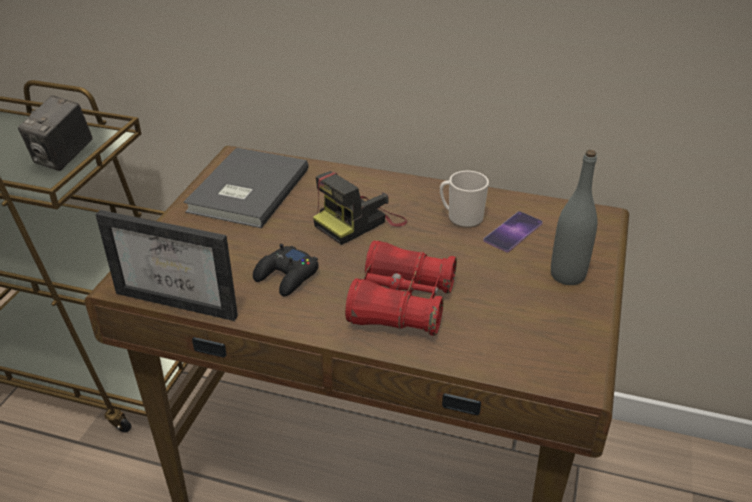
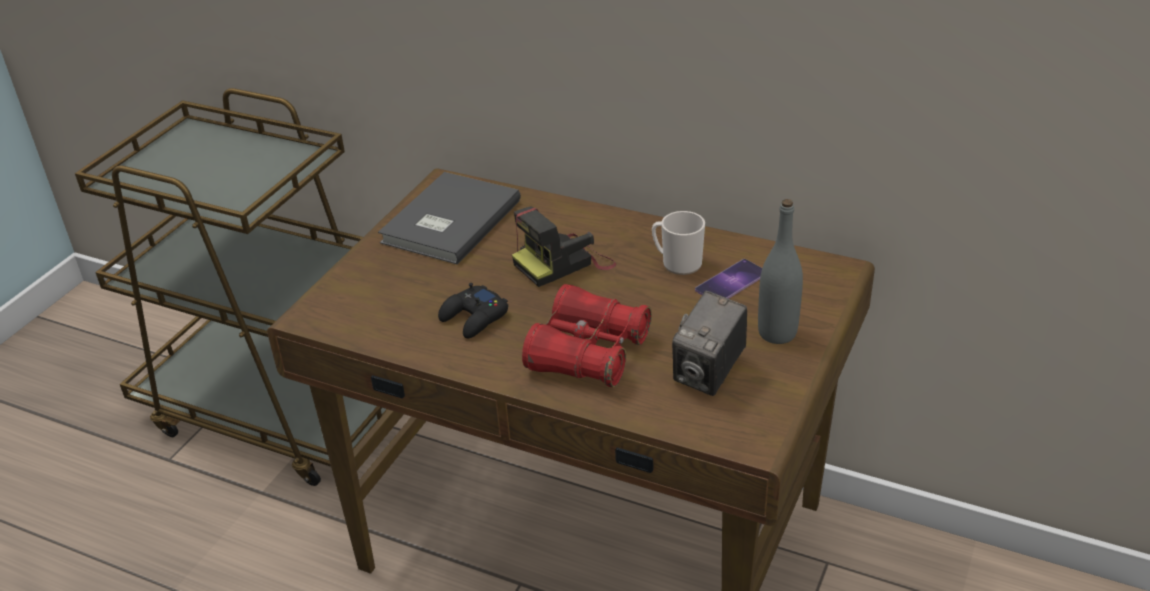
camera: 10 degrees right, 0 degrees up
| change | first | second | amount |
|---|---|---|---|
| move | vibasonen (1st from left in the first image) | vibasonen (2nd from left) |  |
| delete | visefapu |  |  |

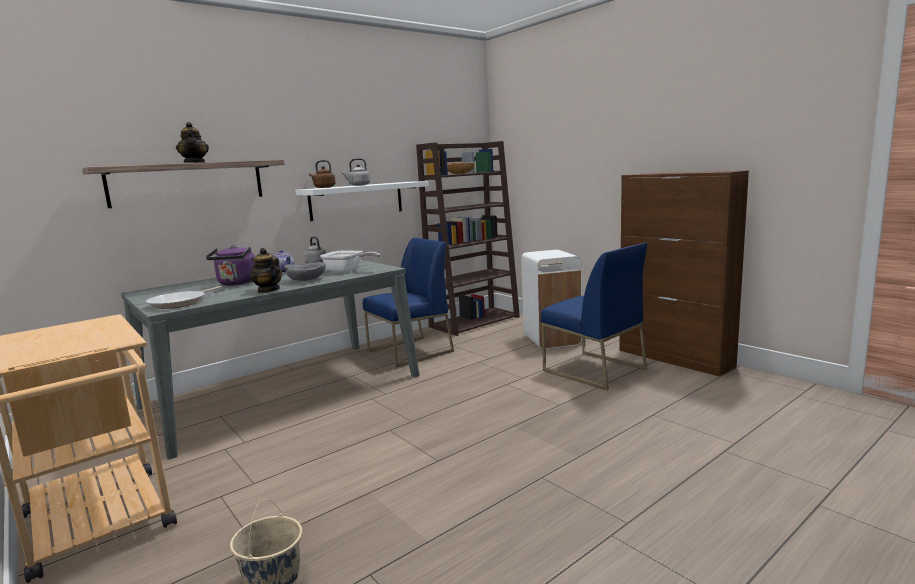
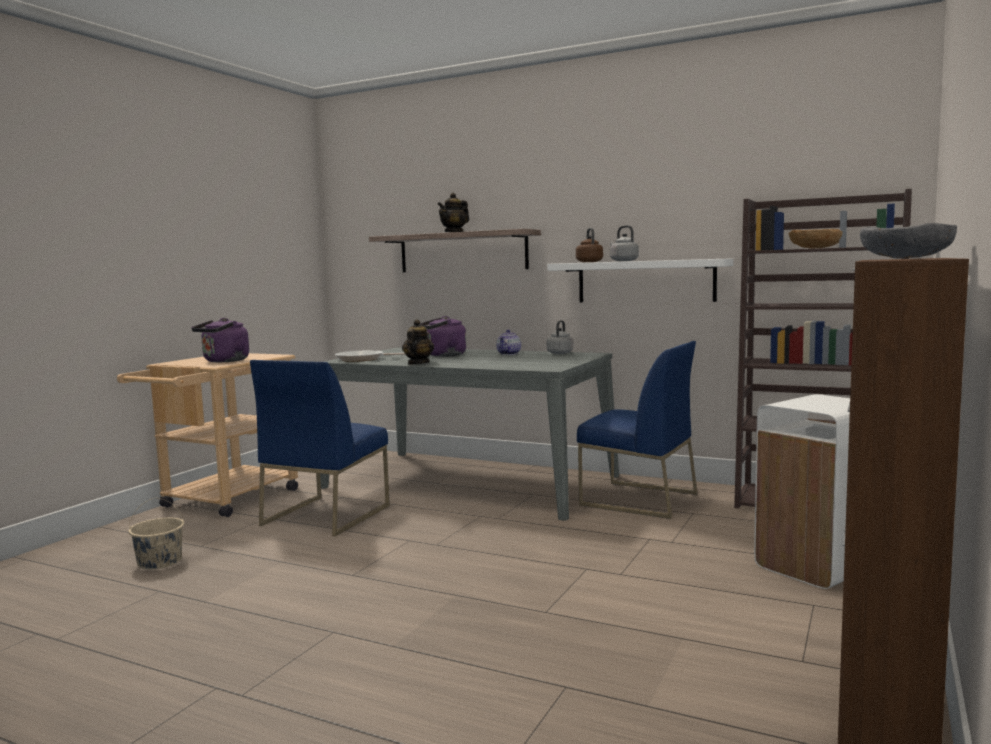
camera: 65 degrees right, 5 degrees down
| change | first | second | amount |
|---|---|---|---|
| move | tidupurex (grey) |  |  |
| delete | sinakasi (2nd from left) |  |  |
| move | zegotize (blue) (2nd from left in the first image) | zegotize (blue) (1st from left) |  |
| insert |  | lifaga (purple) (1st from left) |  |

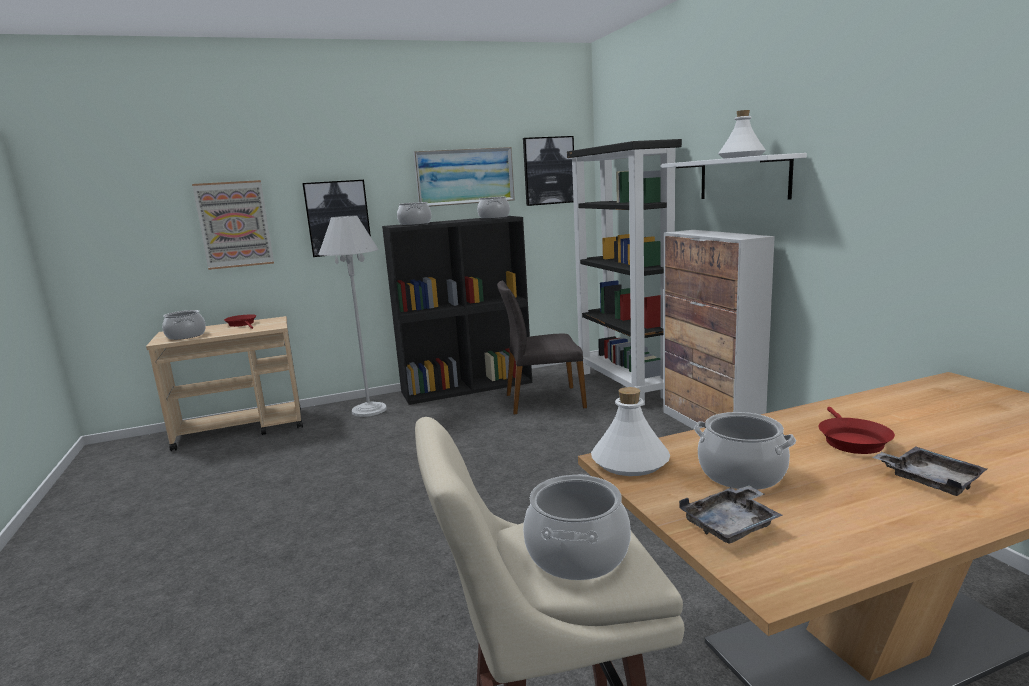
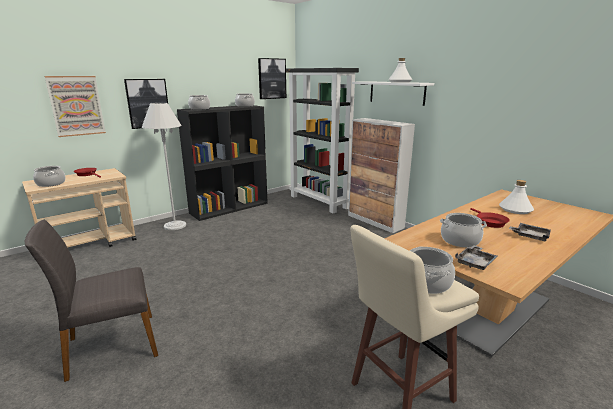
camera: 20 degrees left, 5 degrees up
| change | first | second | amount |
|---|---|---|---|
| delete | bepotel (3rd from left) |  |  |
| move | zegotize (grey) |  |  |
| move | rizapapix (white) (1st from left in the first image) | rizapapix (white) (2nd from left) |  |

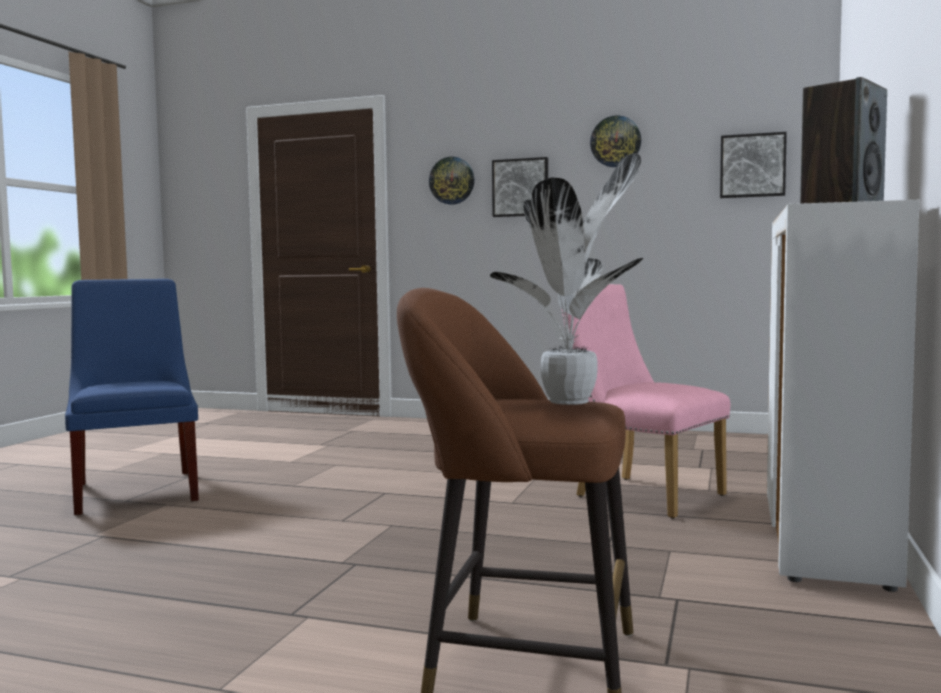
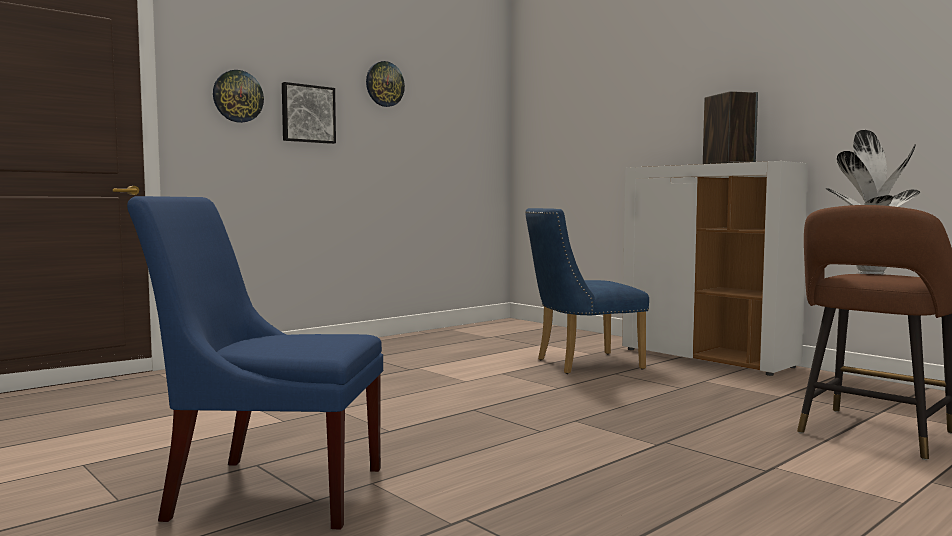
camera: 60 degrees left, 0 degrees up
| change | first | second | amount |
|---|---|---|---|
| recolor | zegotize (pink) | zegotize (blue) (2nd from left) |  |
| delete | bepotel (2nd from left) |  |  |

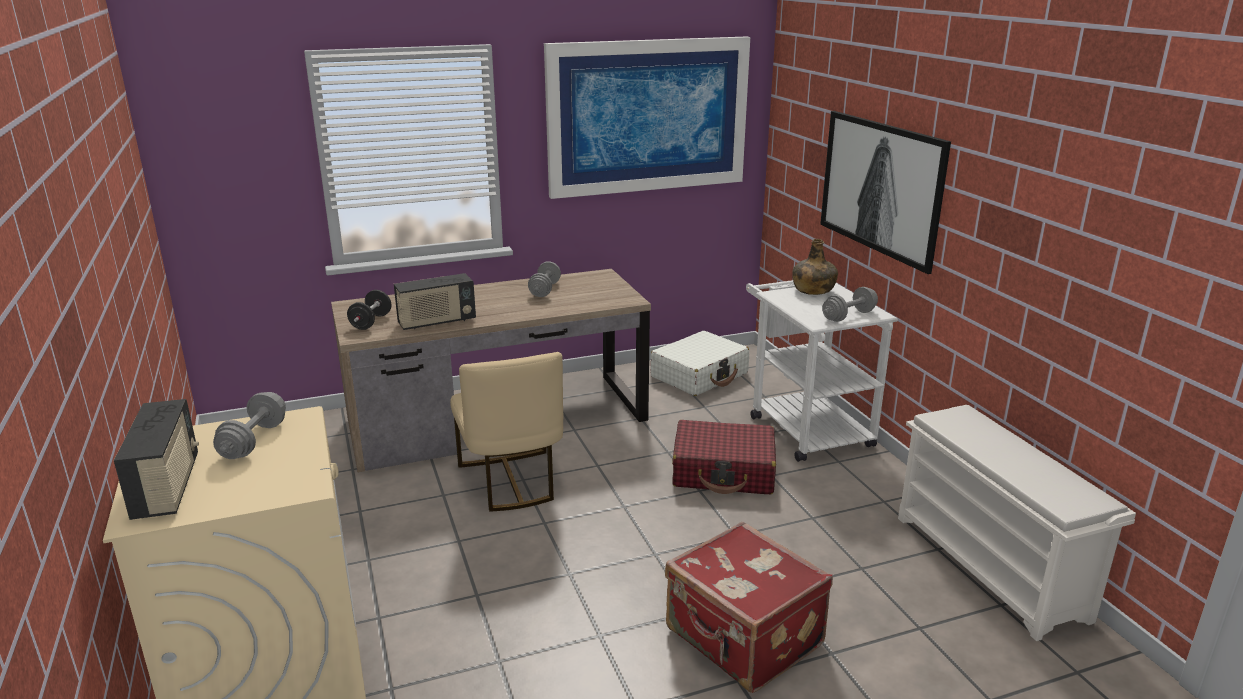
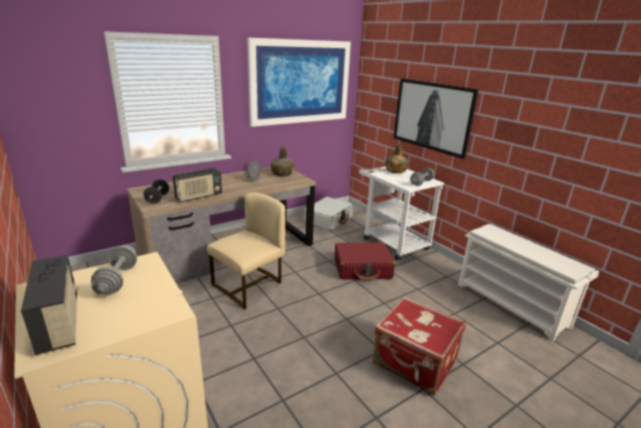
camera: 15 degrees left, 0 degrees up
| change | first | second | amount |
|---|---|---|---|
| rotate | zegotize (beige) |  | 105 degrees counterclockwise |
| insert |  | rizapapix (green) (1st from left) |  |

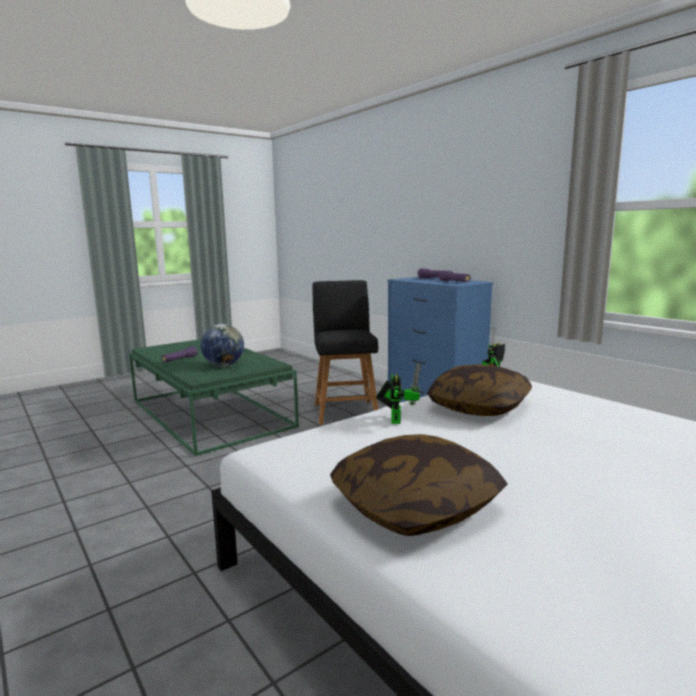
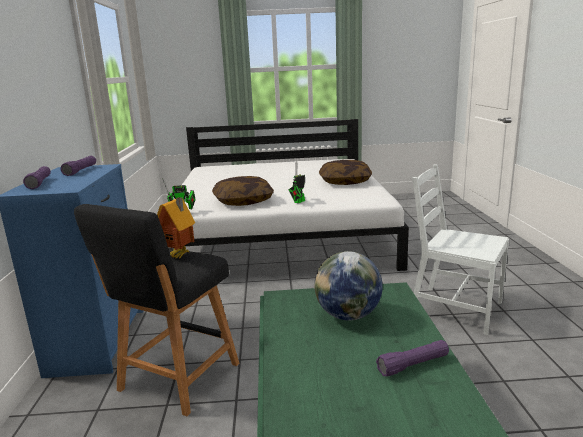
camera: 145 degrees left, 5 degrees up
| change | first | second | amount |
|---|---|---|---|
| insert |  | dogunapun |  |
| insert |  | zegotize (white) |  |

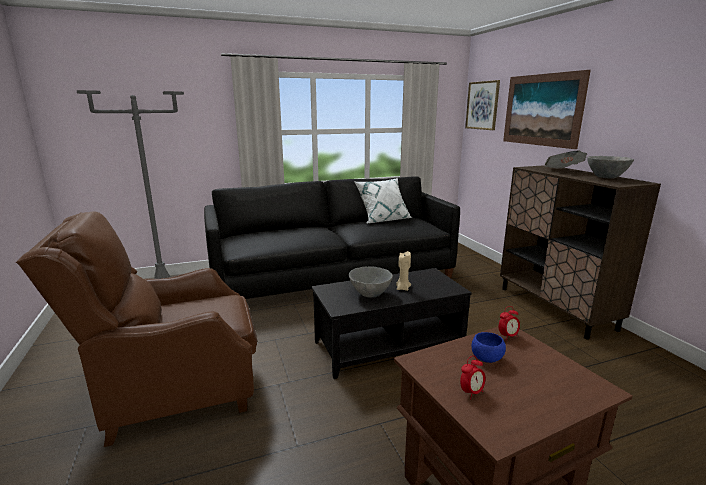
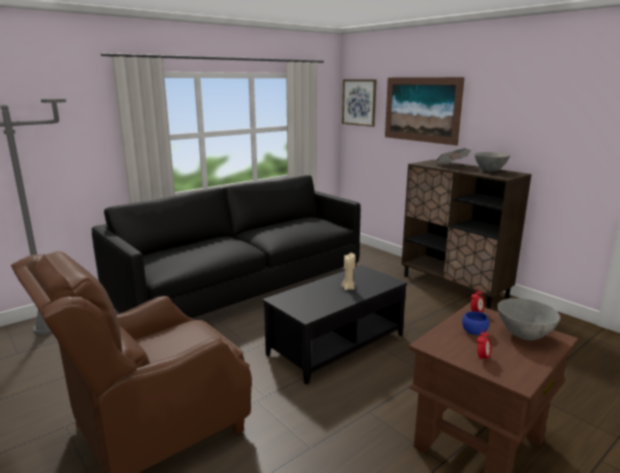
camera: 20 degrees left, 0 degrees up
| change | first | second | amount |
|---|---|---|---|
| move | tidupurex (grey) (1st from left in the first image) | tidupurex (grey) (2nd from left) |  |
| delete | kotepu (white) |  |  |

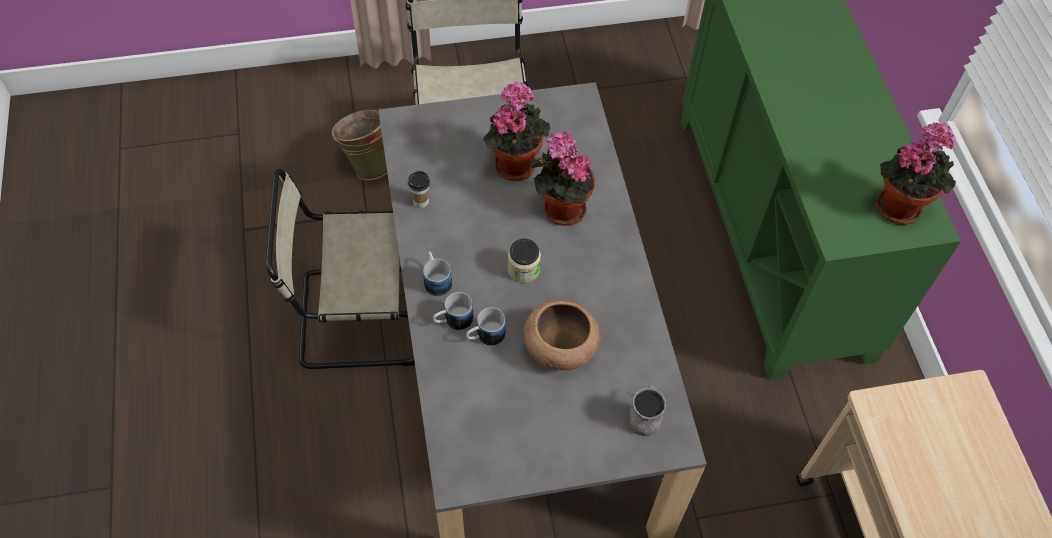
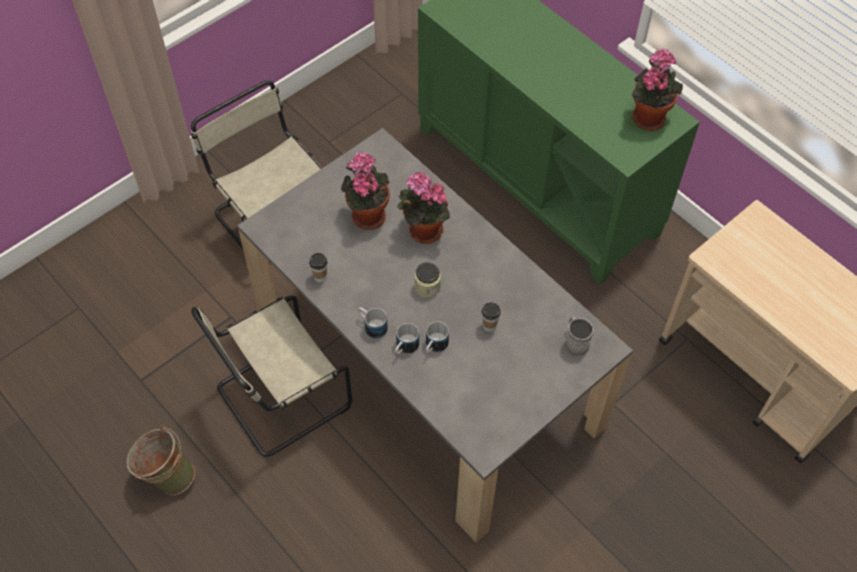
camera: 30 degrees left, 0 degrees up
| change | first | second | amount |
|---|---|---|---|
| move | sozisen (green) |  |  |
| replace | tidupurex (brown) | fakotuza (2nd from left) |  |

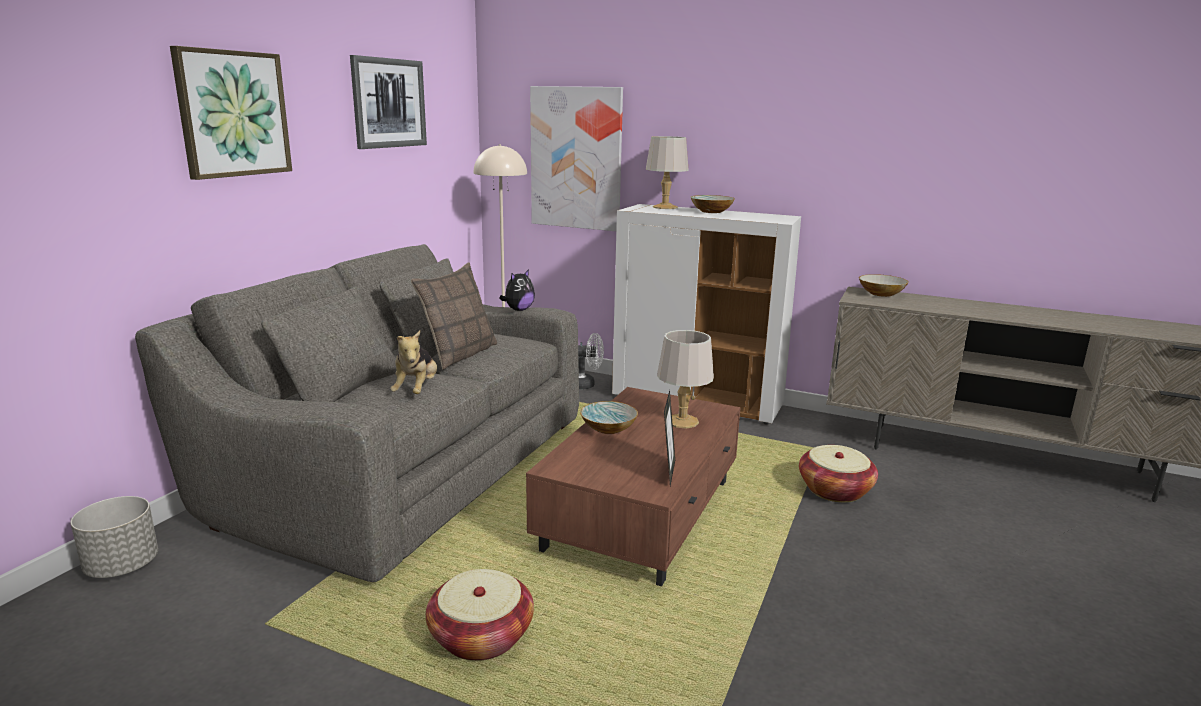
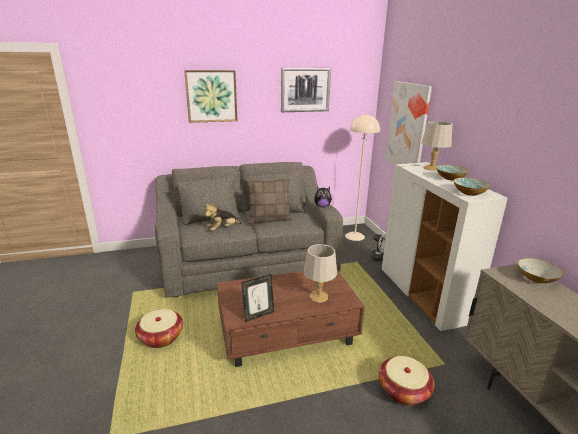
camera: 50 degrees right, 5 degrees up
| change | first | second | amount |
|---|---|---|---|
| delete | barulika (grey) |  |  |
| move | tidupurex (1st from left in the first image) | tidupurex (2nd from left) |  |

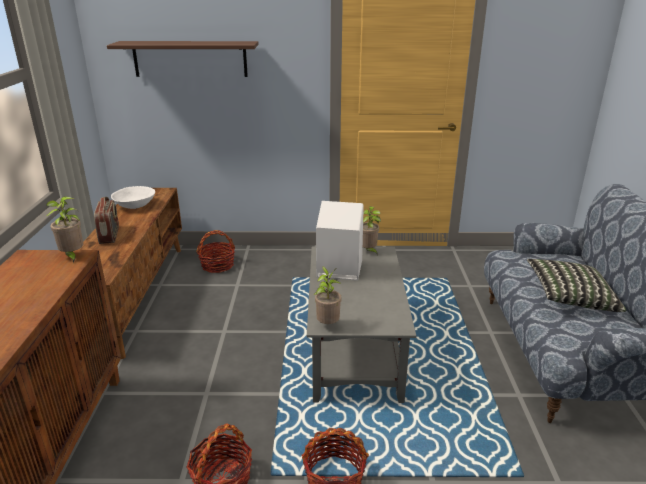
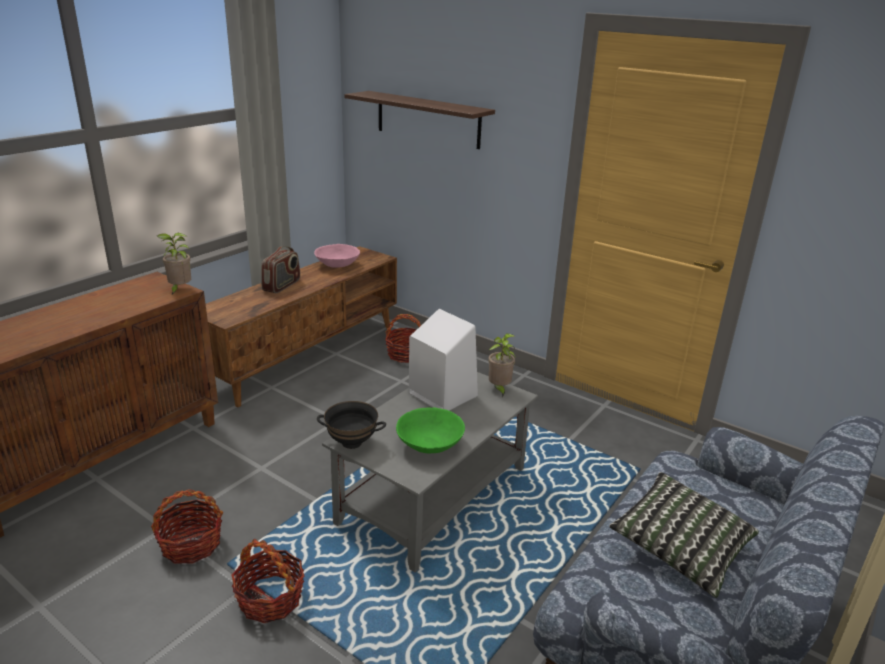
camera: 35 degrees right, 0 degrees up
| change | first | second | amount |
|---|---|---|---|
| recolor | tidupurex (white) | tidupurex (pink) |  |
| replace | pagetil (2nd from left) | tidupurex (black) |  |
| insert |  | tidupurex (green) |  |

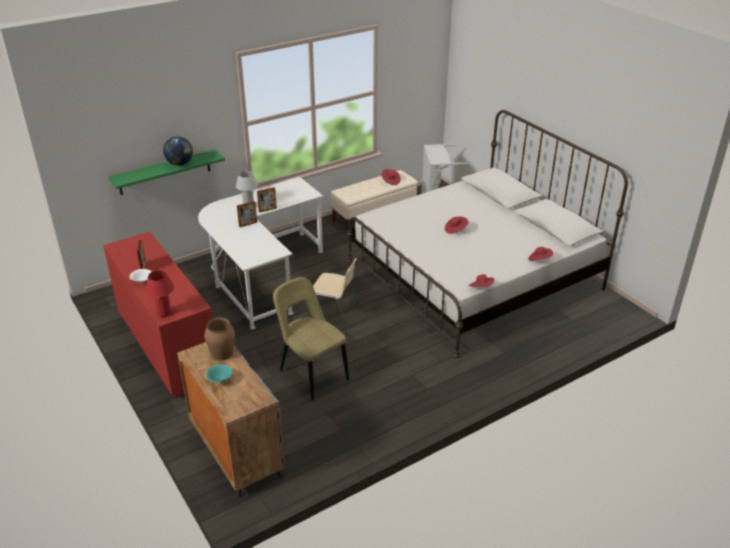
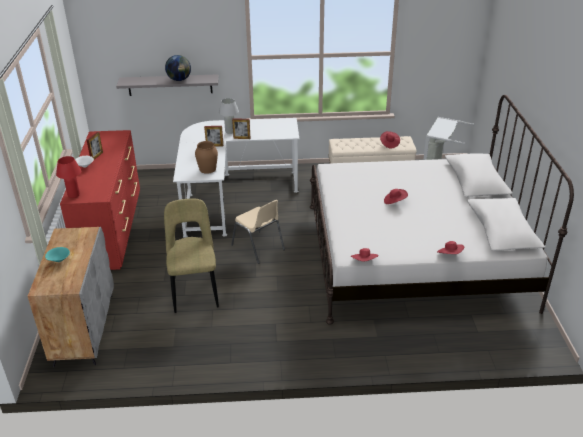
camera: 30 degrees right, 0 degrees up
| change | first | second | amount |
|---|---|---|---|
| recolor | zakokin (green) | zakokin (grey) |  |
| move | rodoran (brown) |  |  |

